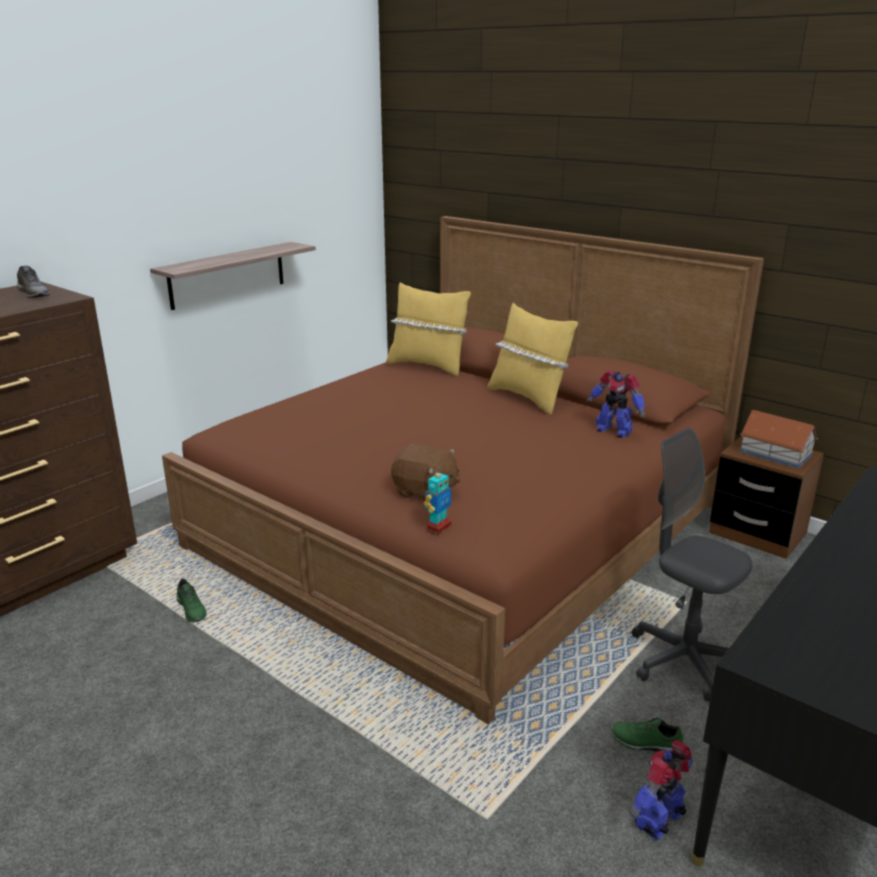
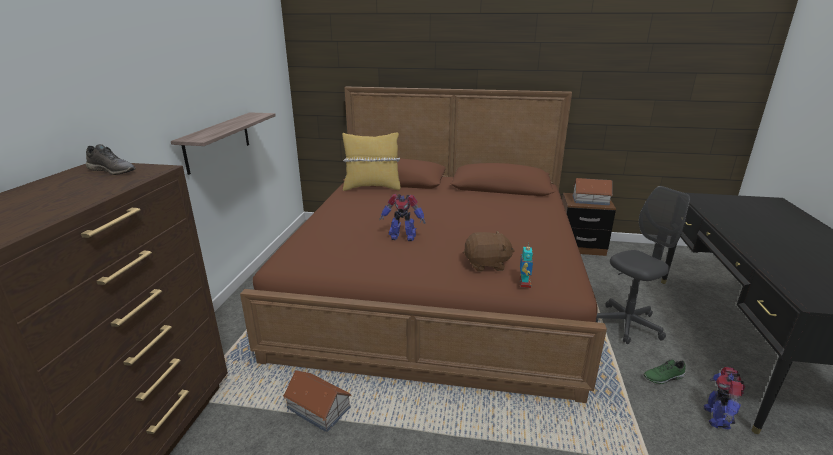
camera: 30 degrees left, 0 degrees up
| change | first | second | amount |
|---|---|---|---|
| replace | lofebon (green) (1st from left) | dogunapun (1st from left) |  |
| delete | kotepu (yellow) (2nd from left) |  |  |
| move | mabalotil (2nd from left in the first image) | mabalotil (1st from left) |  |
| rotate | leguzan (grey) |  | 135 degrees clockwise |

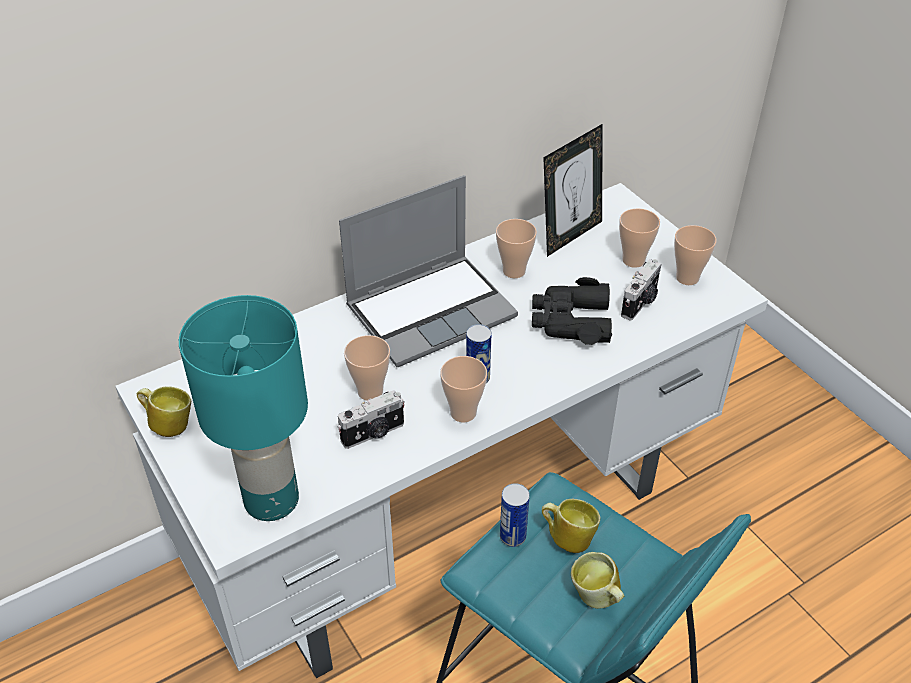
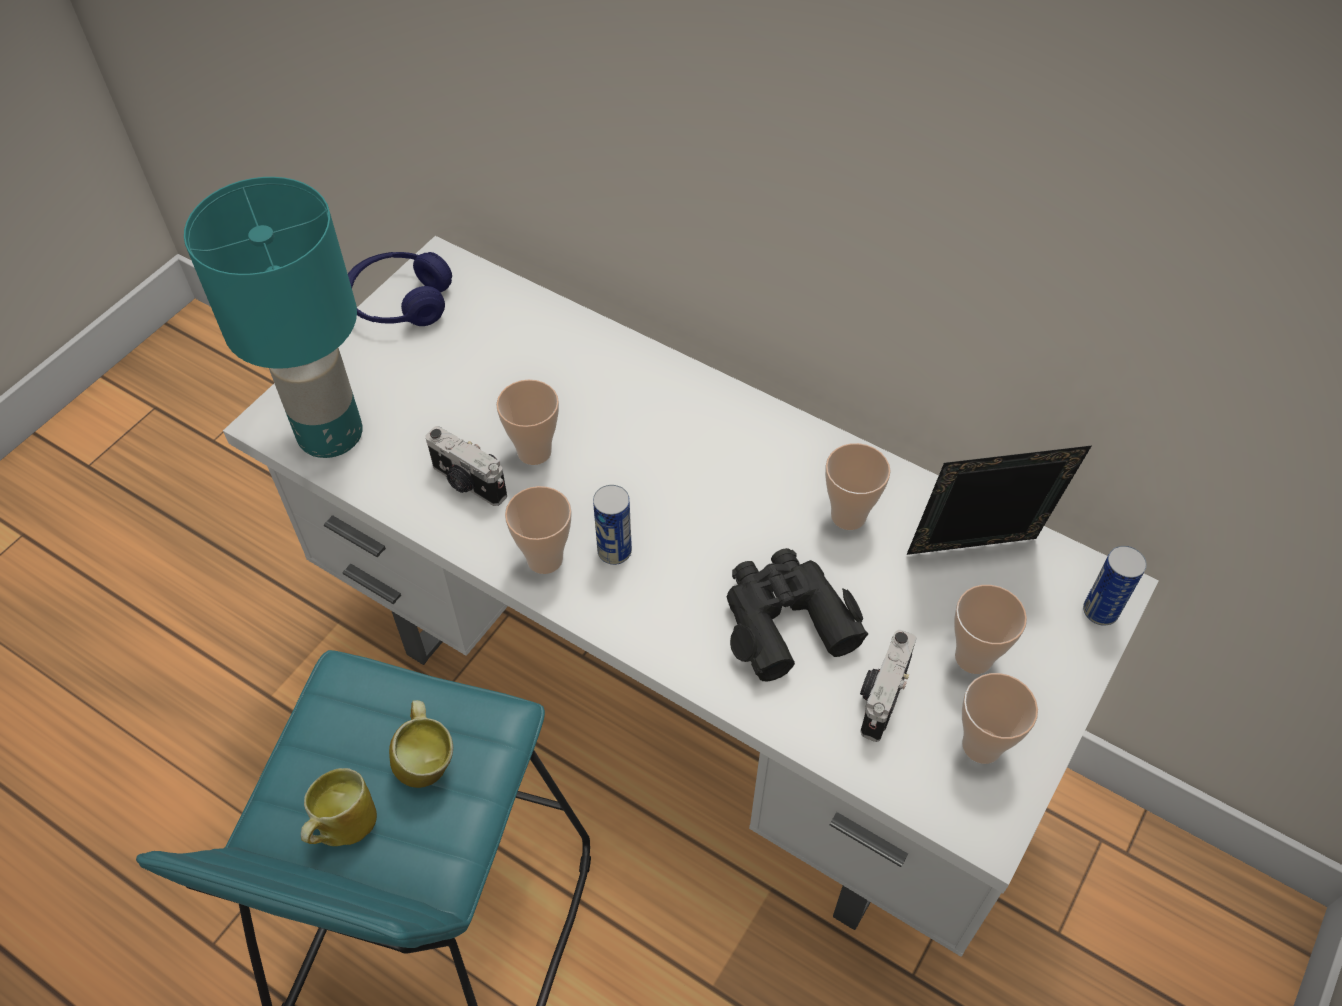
camera: 65 degrees right, 10 degrees up
| change | first | second | amount |
|---|---|---|---|
| replace | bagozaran (1st from left) | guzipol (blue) |  |
| delete | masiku |  |  |
| move | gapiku (2nd from left) |  |  |
| rotate | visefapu |  | 150 degrees clockwise |
| rotate | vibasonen (2nd from left) |  | 105 degrees clockwise |

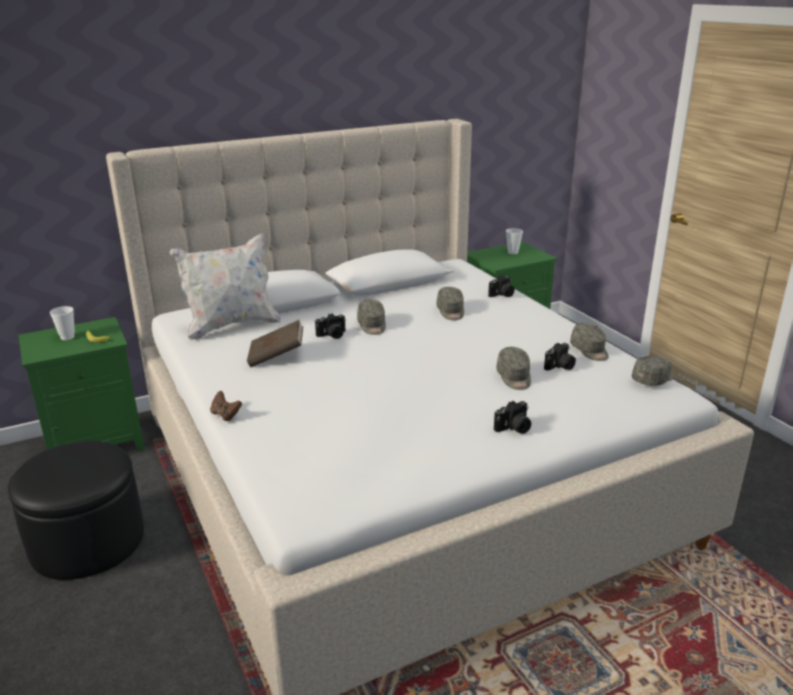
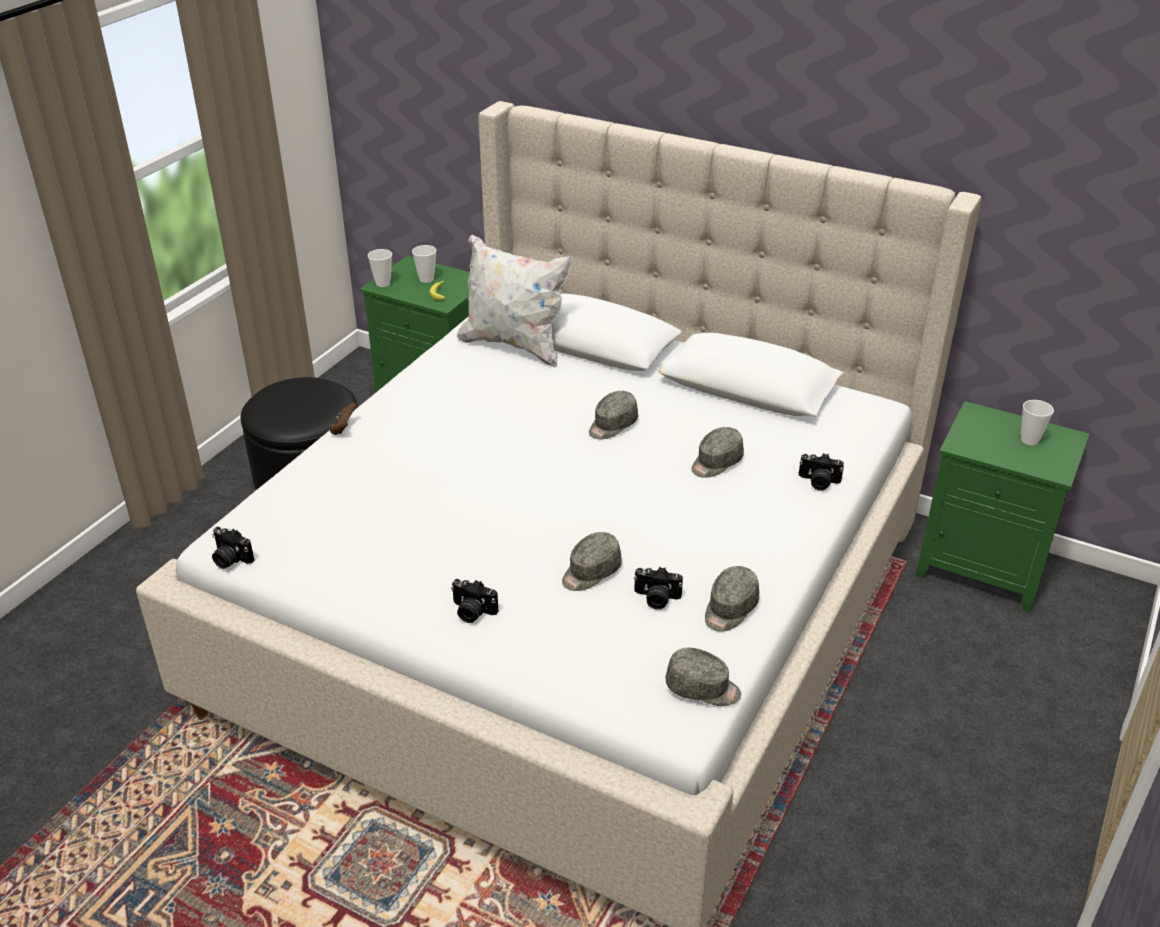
camera: 55 degrees right, 10 degrees up
| change | first | second | amount |
|---|---|---|---|
| delete | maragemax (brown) |  |  |
| move | vibasonen (1st from left) |  |  |
| insert |  | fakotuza (1st from left) |  |

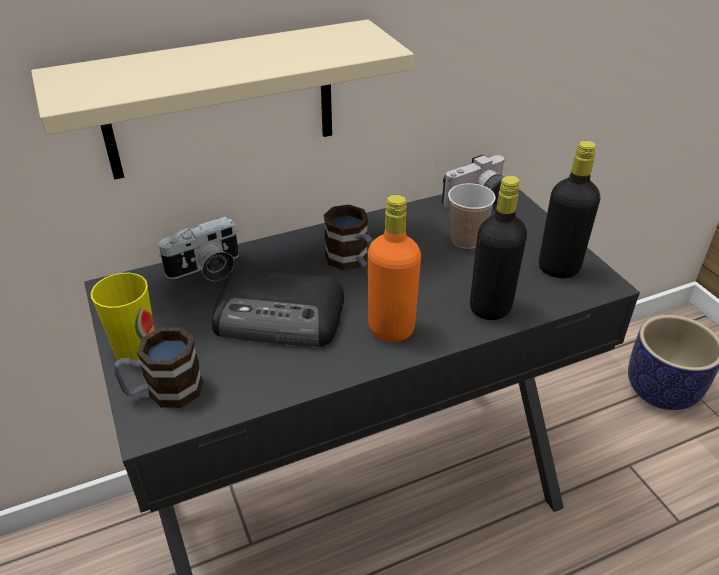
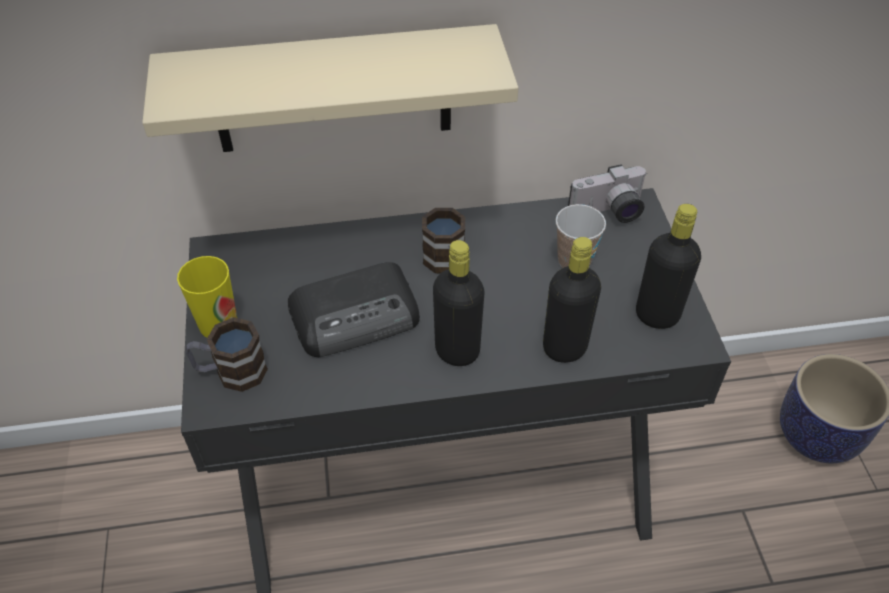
camera: 15 degrees right, 10 degrees up
| change | first | second | amount |
|---|---|---|---|
| delete | vibasonen (1st from left) |  |  |
| rotate | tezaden |  | 45 degrees counterclockwise |
| recolor | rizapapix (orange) | rizapapix (black) (1st from left) |  |

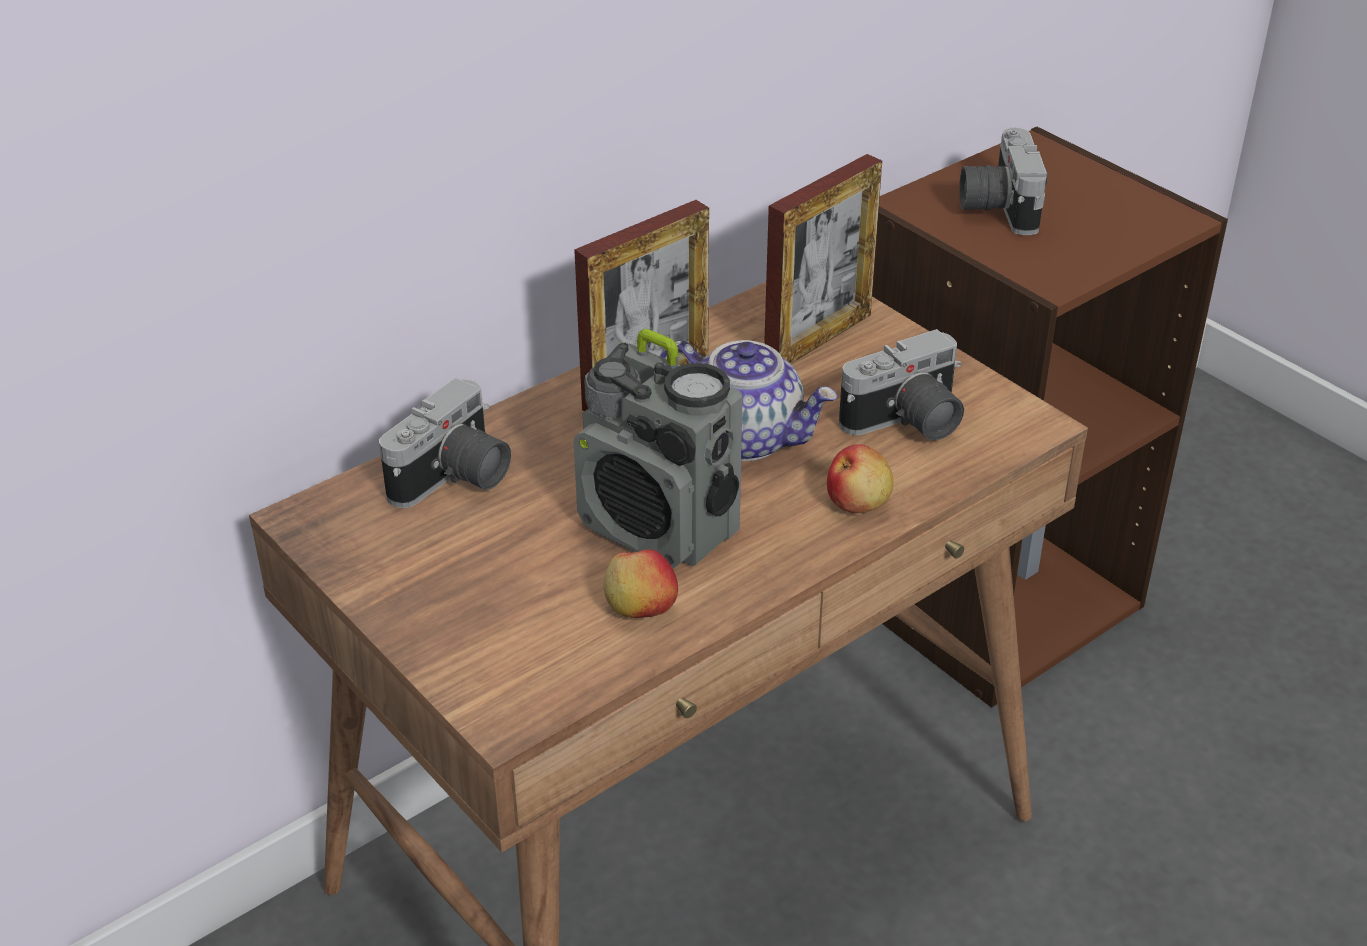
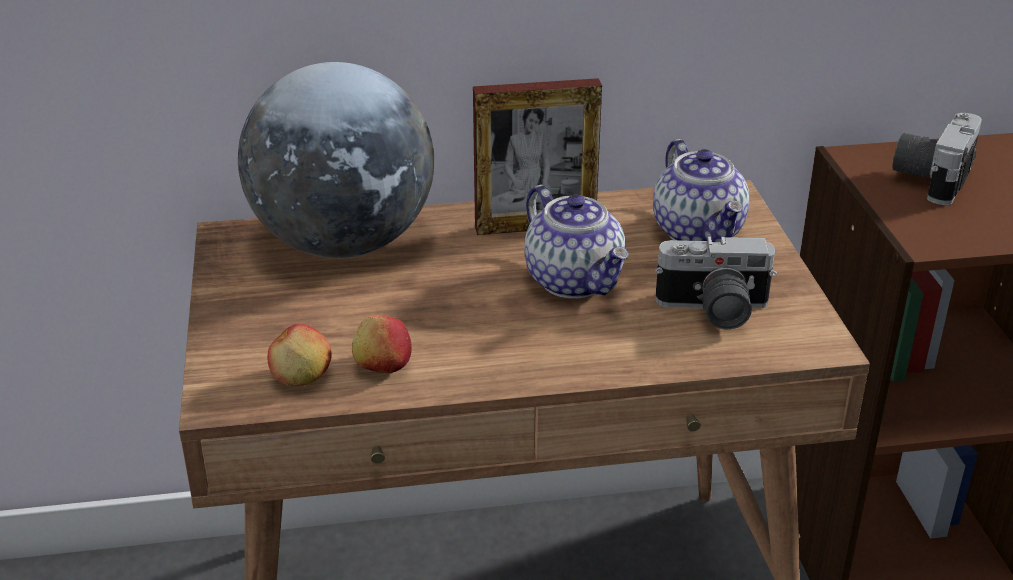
camera: 30 degrees right, 5 degrees down
| change | first | second | amount |
|---|---|---|---|
| replace | vibasonen (1st from left) | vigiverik |  |
| delete | tezaden |  |  |
| replace | visefapu (2nd from left) | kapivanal (2nd from left) |  |
| move | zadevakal (2nd from left in the first image) | zadevakal (1st from left) |  |

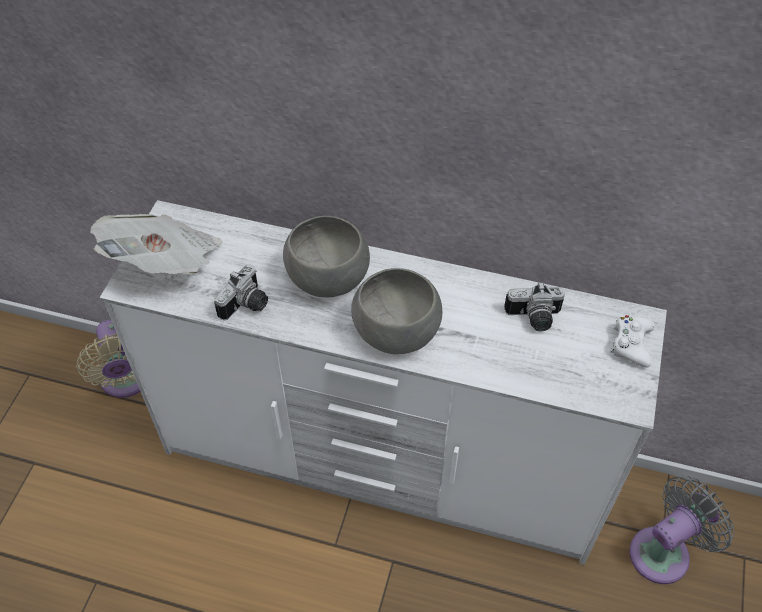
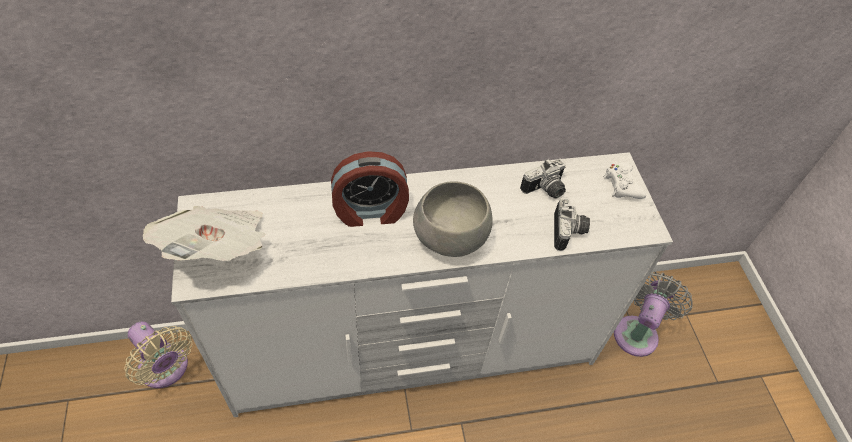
camera: 30 degrees left, 0 degrees up
| change | first | second | amount |
|---|---|---|---|
| move | vibasonen (1st from left in the first image) | vibasonen (2nd from left) |  |
| replace | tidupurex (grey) (1st from left) | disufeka |  |

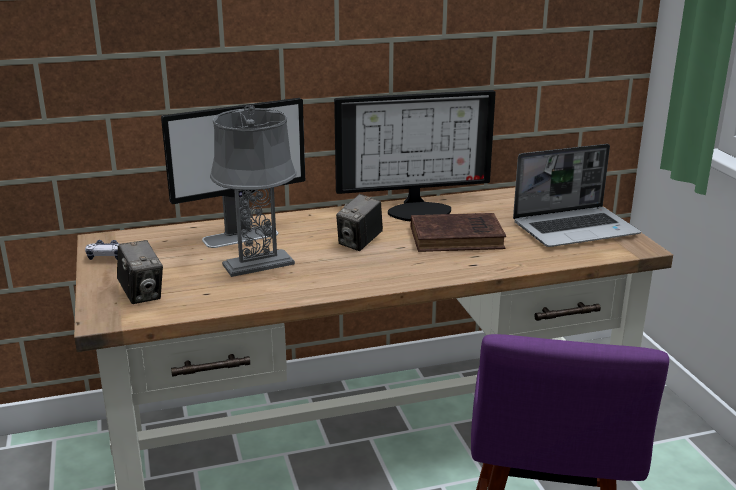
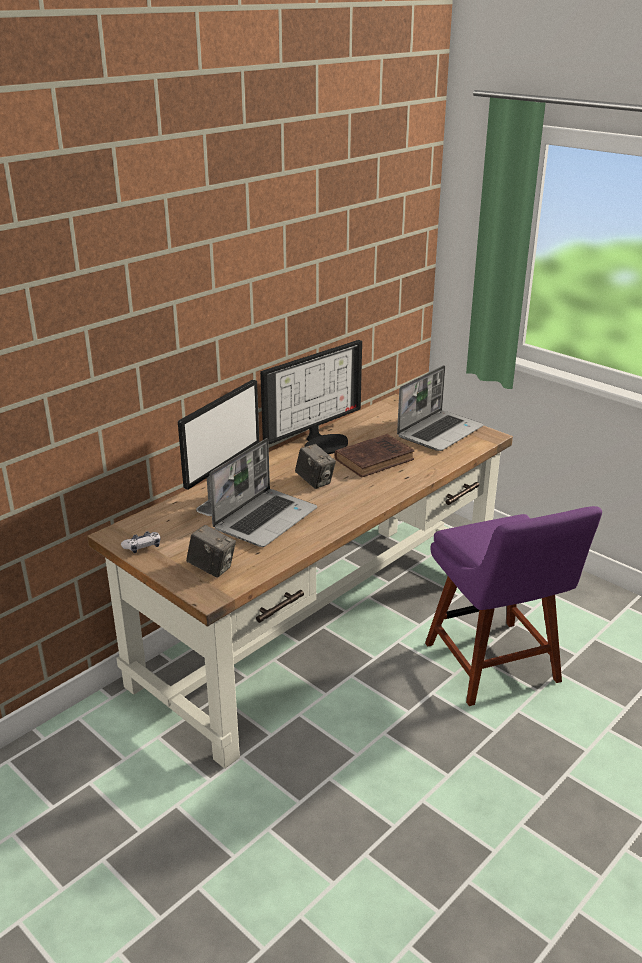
camera: 30 degrees left, 5 degrees up
| change | first | second | amount |
|---|---|---|---|
| replace | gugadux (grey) | masiku (1st from left) |  |
| rotate | vibasonen (2nd from left) |  | 45 degrees counterclockwise |

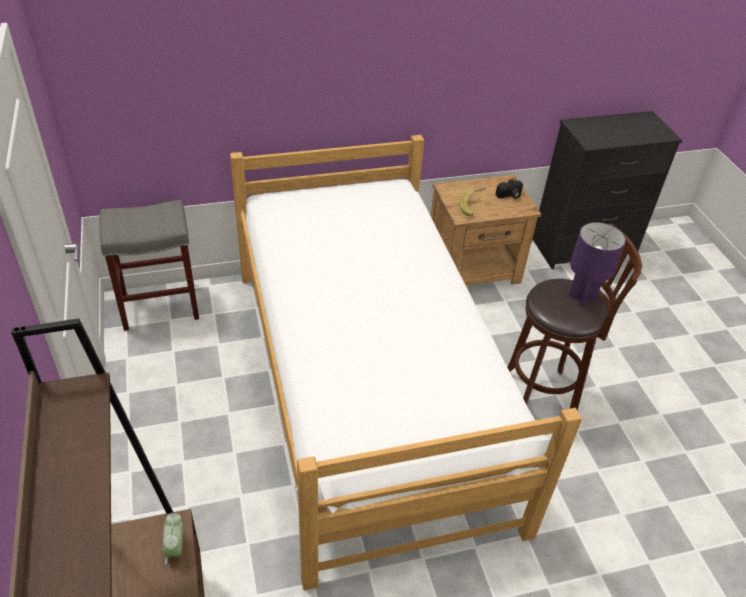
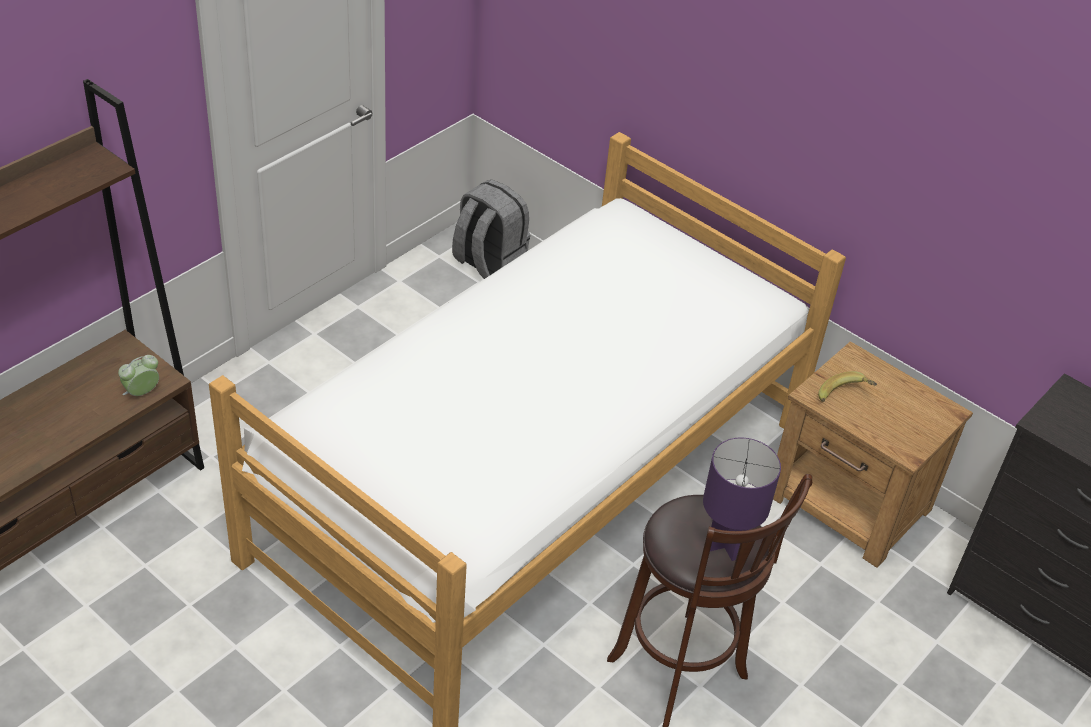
camera: 55 degrees right, 0 degrees up
| change | first | second | amount |
|---|---|---|---|
| replace | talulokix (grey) | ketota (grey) |  |
| delete | vibasonen |  |  |

